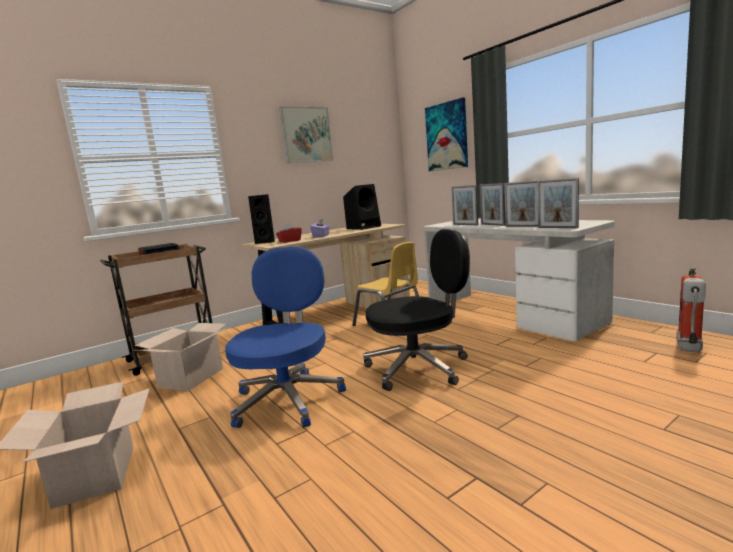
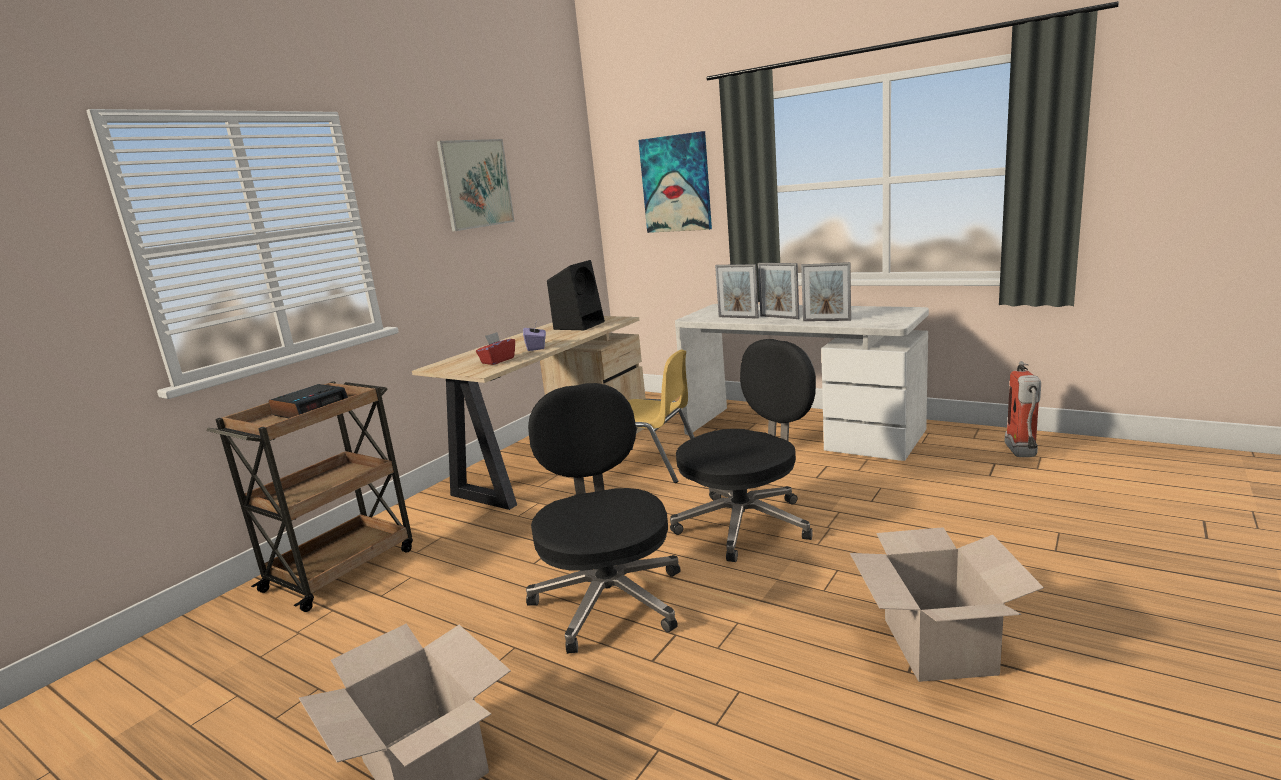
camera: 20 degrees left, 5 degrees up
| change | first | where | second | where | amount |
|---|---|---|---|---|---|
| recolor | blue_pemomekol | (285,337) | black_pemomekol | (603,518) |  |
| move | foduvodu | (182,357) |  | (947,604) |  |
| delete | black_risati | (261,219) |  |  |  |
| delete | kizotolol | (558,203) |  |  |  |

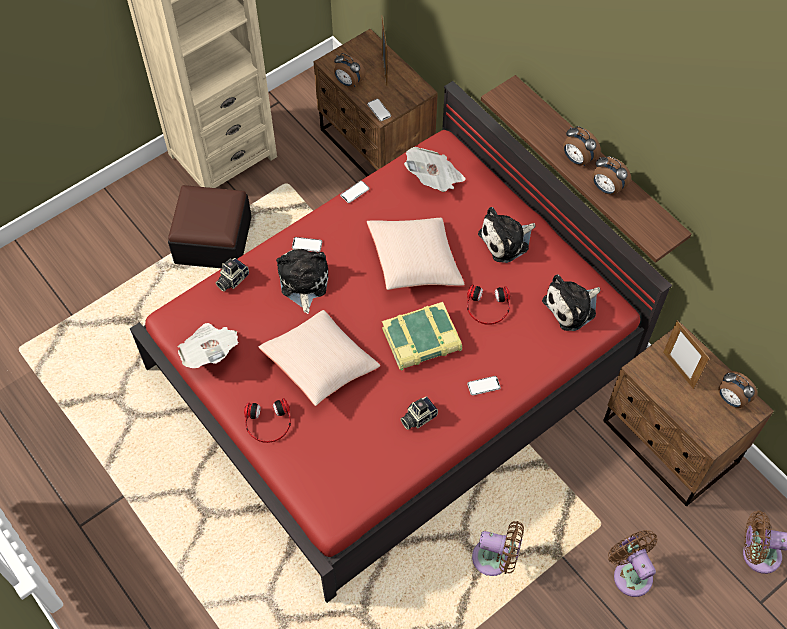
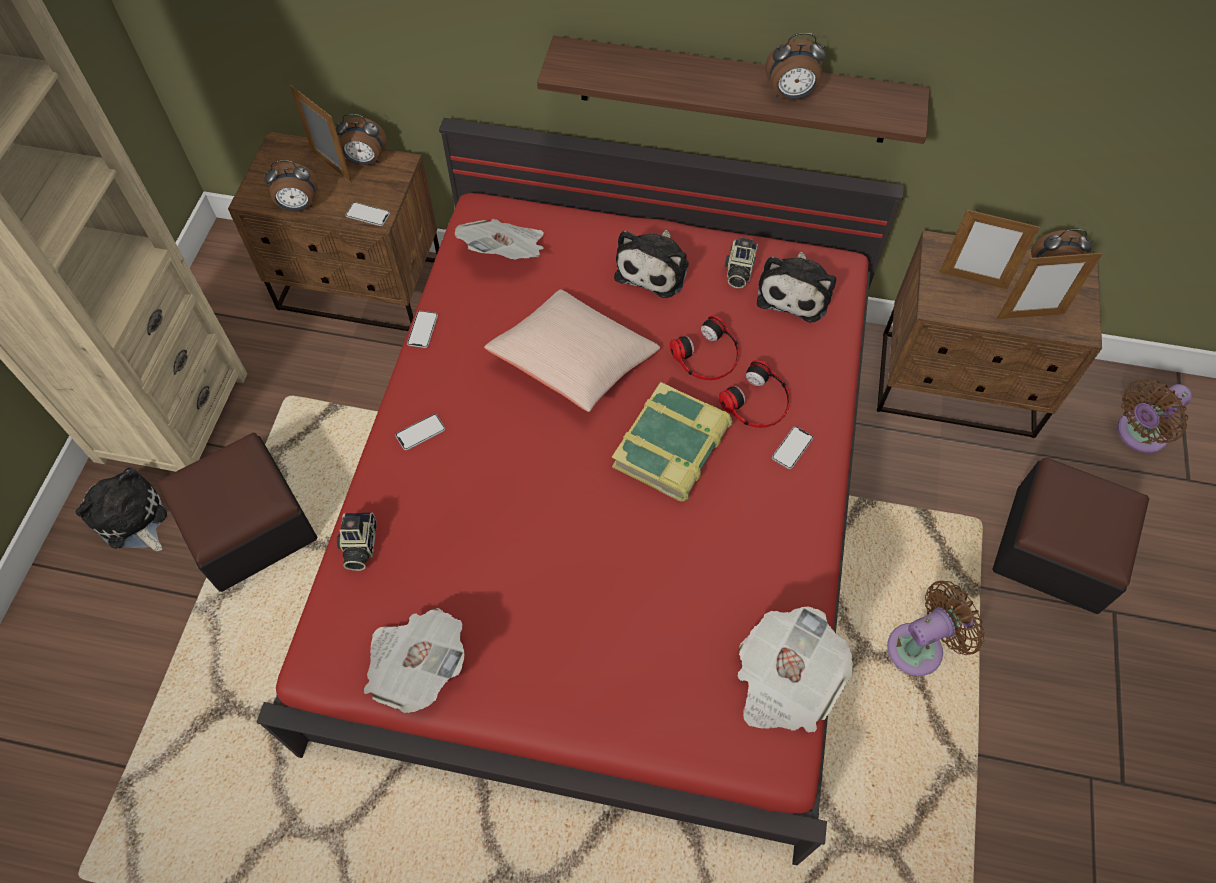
camera: 40 degrees left, 0 degrees up
| change | first | where | second | where | amount |
|---|---|---|---|---|---|
| move | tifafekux | (302,281) |  | (121,509) |  |
| move | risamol | (582,146) |  | (361,139) |  |
| move | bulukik | (267,420) |  | (754,394) |  |
| move | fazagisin | (419,413) |  | (741,262) |  |
| insert |  |  | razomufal | (795,669) |  |
| replace | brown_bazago | (632,563) | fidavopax | (1070,535) |  |
| insert |  |  | kizotolol | (1050,285) |  |
| delete | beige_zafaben | (319,358) |  |  |  |

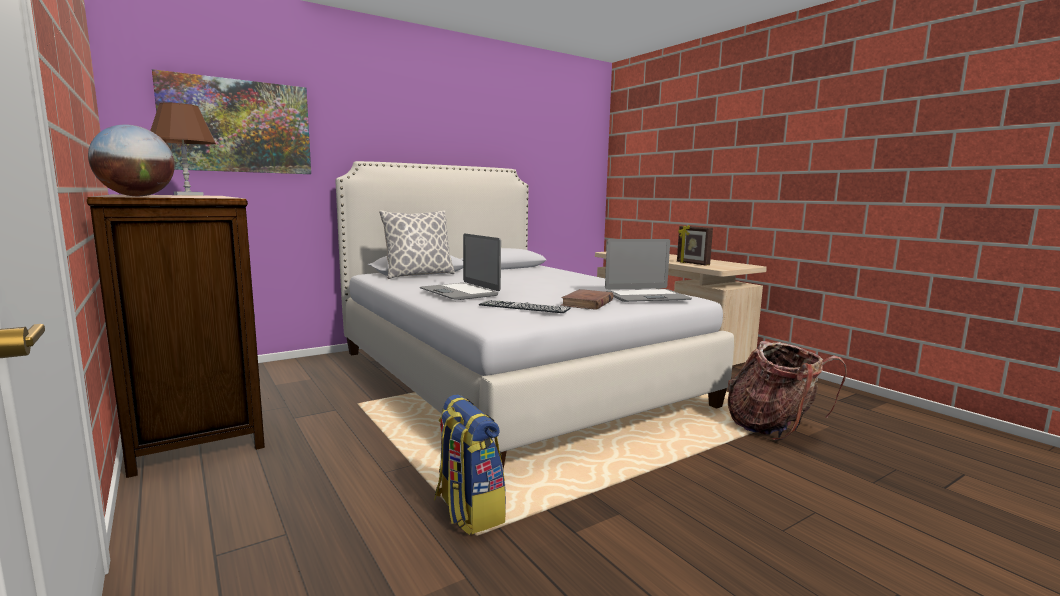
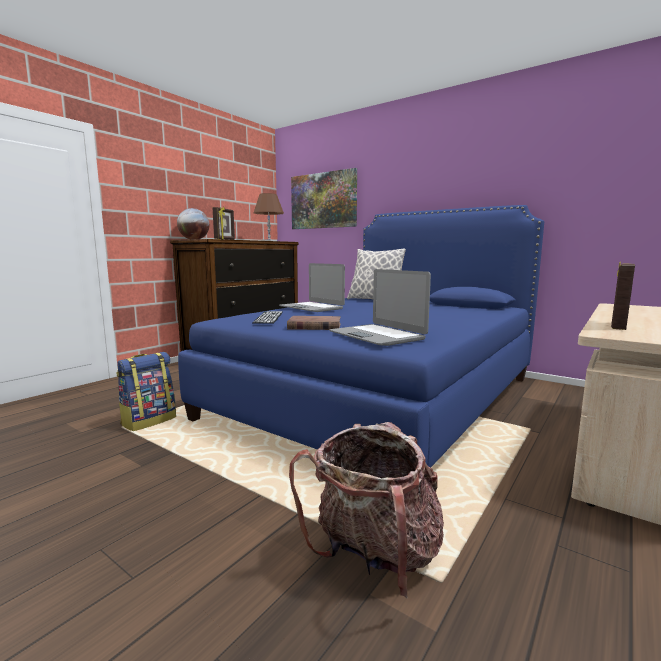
camera: 70 degrees right, 0 degrees up
| change | first | where | second | where | amount |
|---|---|---|---|---|---|
| recolor | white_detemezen | (534,315) | blue_detemezen | (361,336) |  |
| insert |  |  | kizotolol | (224,223) |  |
| rotate | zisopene | (460,266) |  | (312,287) | 75 degrees counterclockwise |

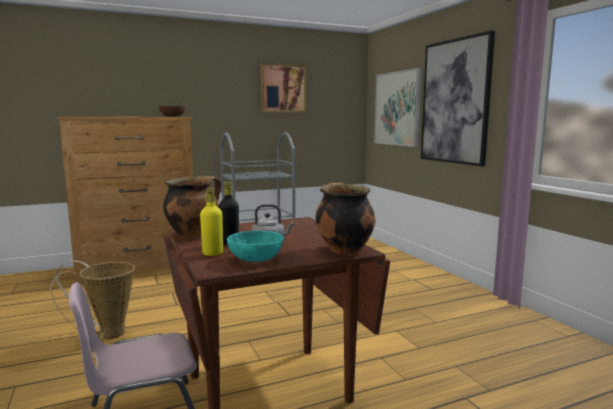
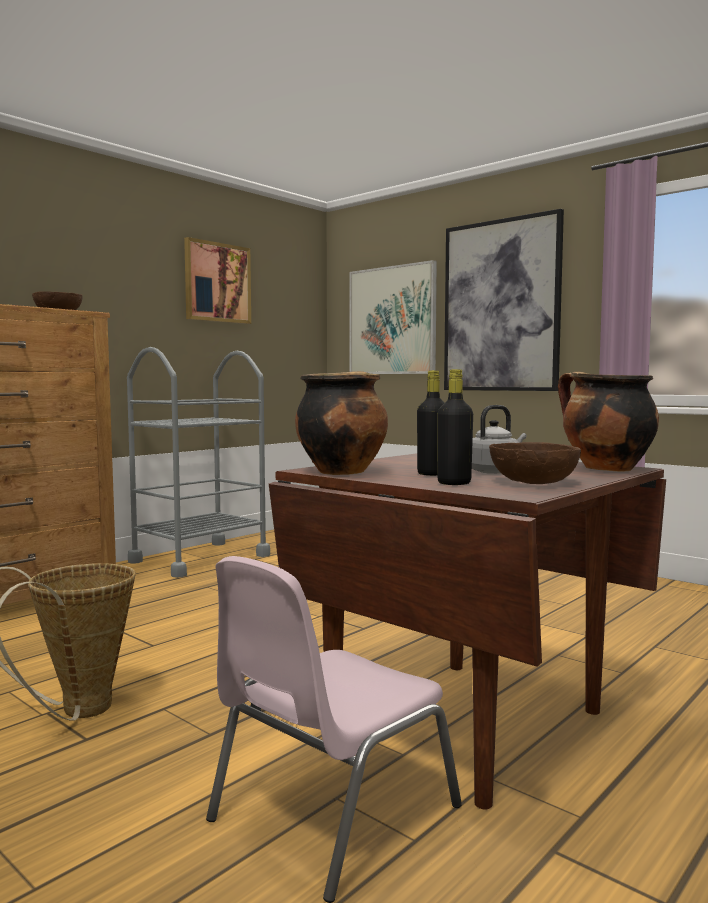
camera: 25 degrees left, 5 degrees down
| change | first | where | second | where | amount |
|---|---|---|---|---|---|
| recolor | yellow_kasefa | (211,222) | black_kasefa | (455,427) |  |
| recolor | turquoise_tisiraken | (255,246) | brown_tisiraken | (535,463) |  |

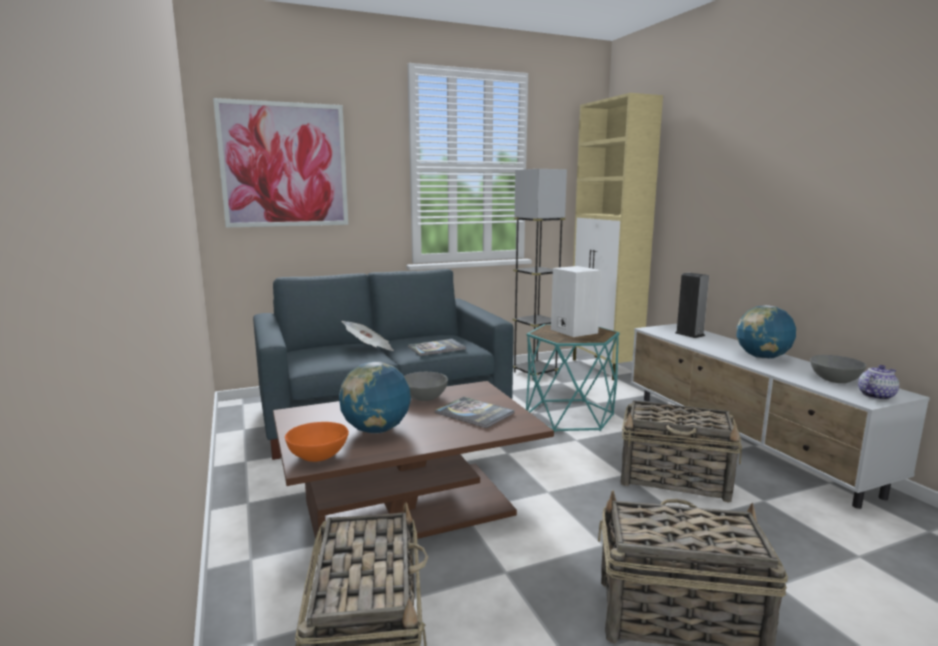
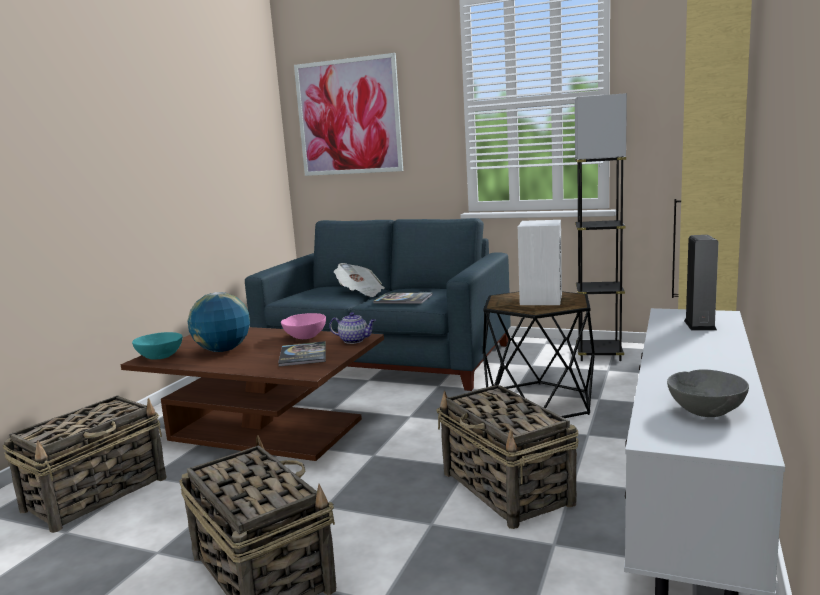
camera: 45 degrees right, 0 degrees up
| change | first | where | second | where | amount |
|---|---|---|---|---|---|
| recolor | orange_tisiraken | (317,442) | turquoise_tisiraken | (157,346) |  |
| recolor | grey_tisiraken | (426,386) | pink_tisiraken | (303,326) |  |
| move | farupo | (878,382) |  | (352,328) |  |
| recolor | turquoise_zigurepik | (573,378) | black_zigurepik | (539,354) |  |
| delete | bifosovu | (766,332) |  |  |  |

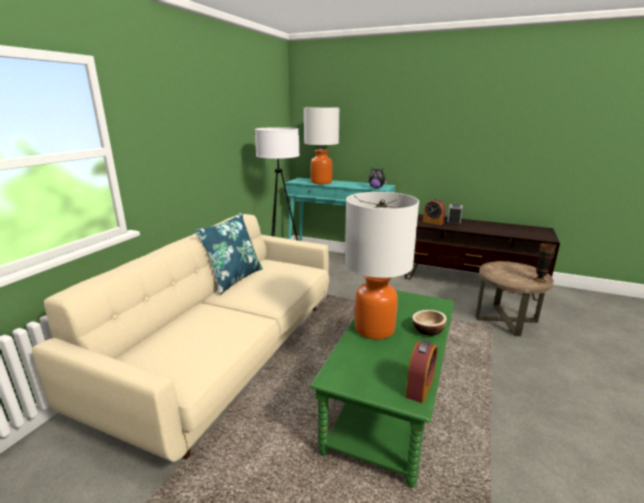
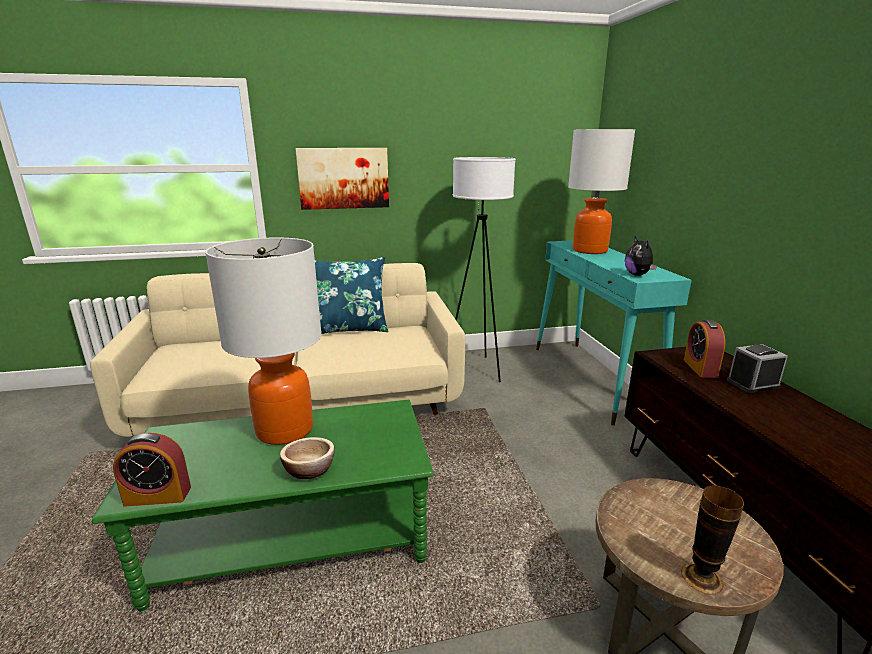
camera: 55 degrees right, 0 degrees up
| change | first | where | second | where | amount |
|---|---|---|---|---|---|
| insert |  |  | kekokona | (342,179) |  |

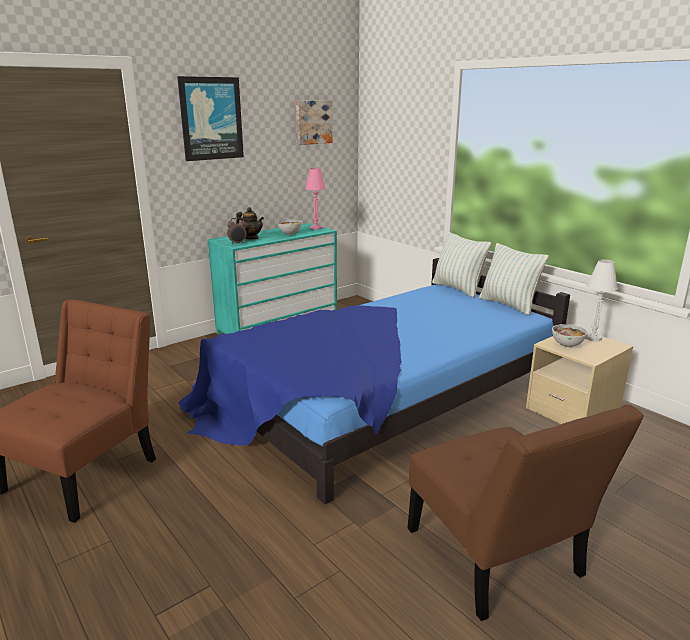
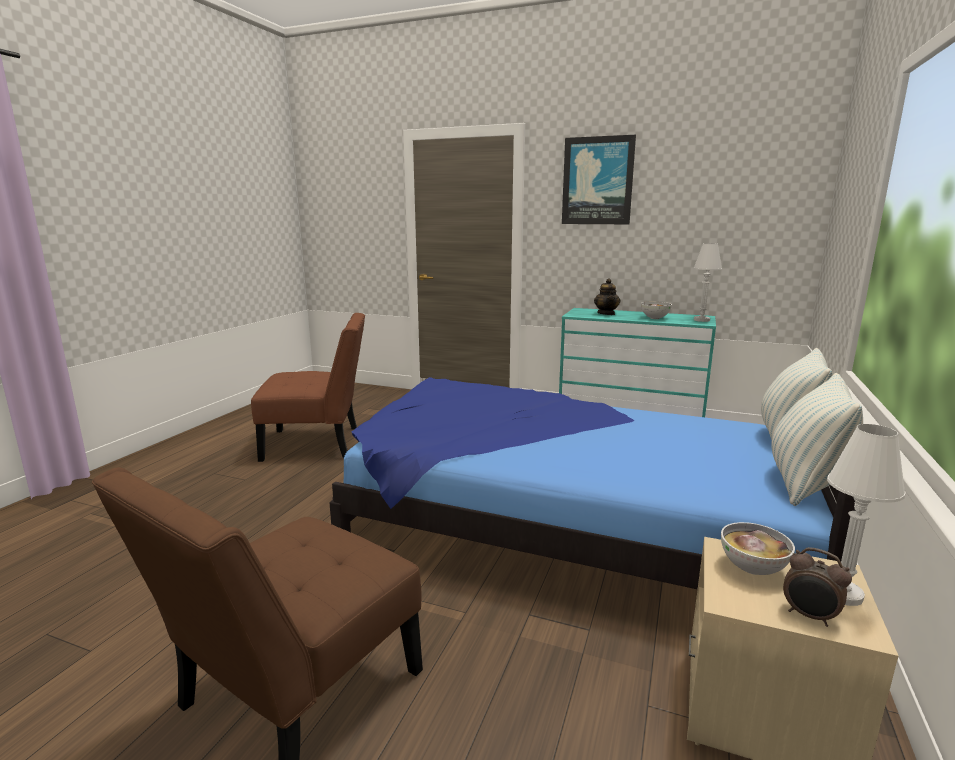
camera: 60 degrees right, 5 degrees down
| change | first | where | second | where | amount |
|---|---|---|---|---|---|
| recolor | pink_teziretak | (315,199) | white_teziretak | (707,282) |  |
| move | risamol | (237,231) |  | (817,587) |  |
| delete | kekokona | (314,122) |  |  |  |

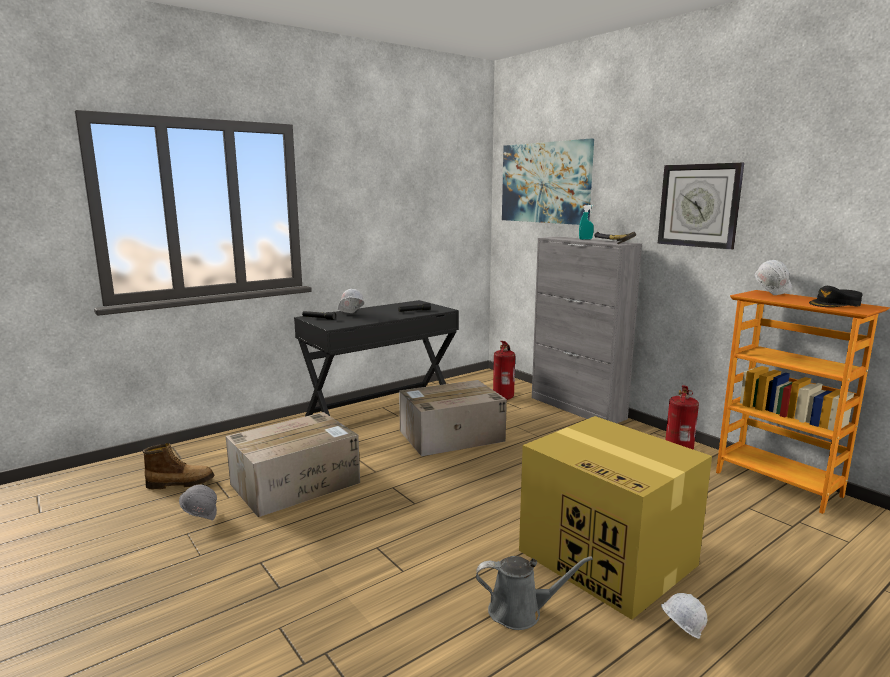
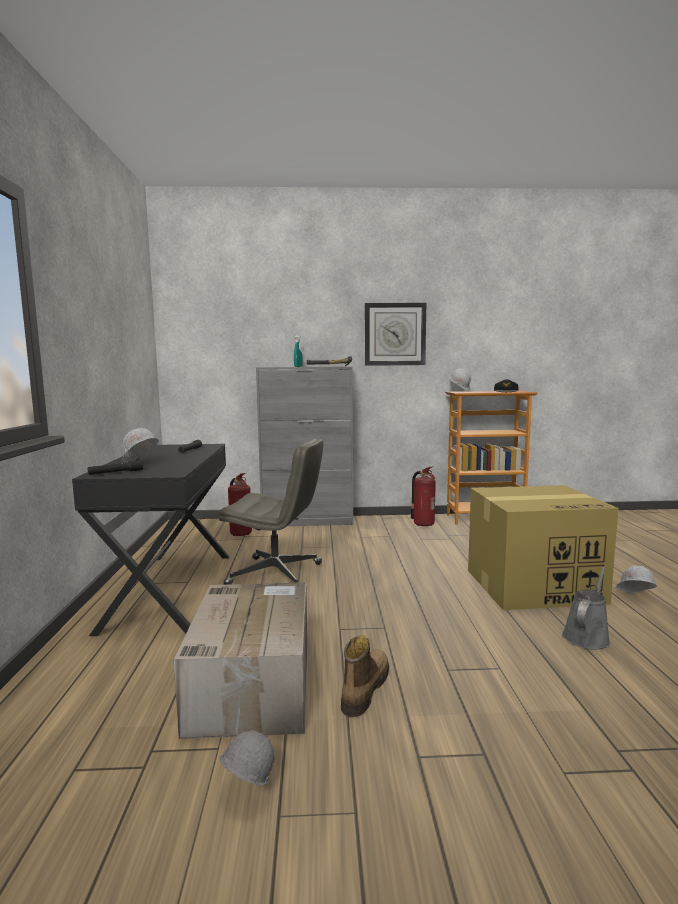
camera: 55 degrees left, 5 degrees down
| change | first | where | second | where | amount |
|---|---|---|---|---|---|
| replace | foduvodu | (453,418) | grey_pemomekol | (271,512) |  |
| move | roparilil | (179,466) |  | (365,676) |  |
| delete | kekokona | (548,182) |  |  |  |

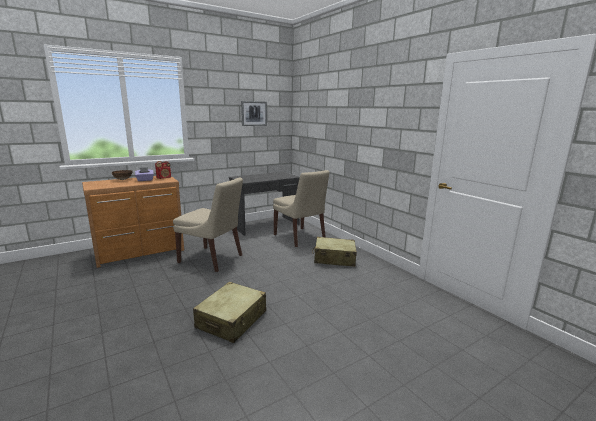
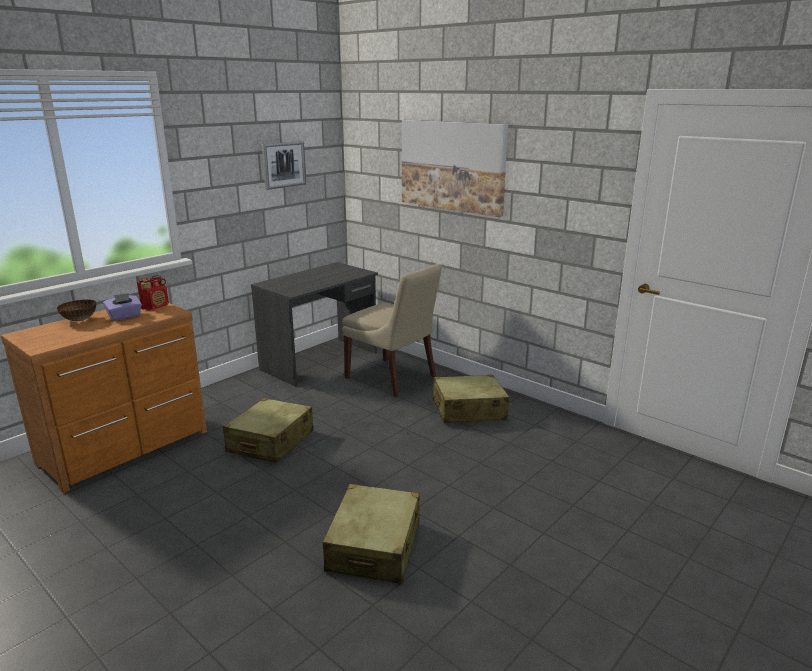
camera: 15 degrees left, 5 degrees up
| change | first | where | second | where | amount |
|---|---|---|---|---|---|
| replace | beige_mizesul | (208,224) | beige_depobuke | (268,430) |  |
| insert |  |  | kekokona | (455,168) |  |

